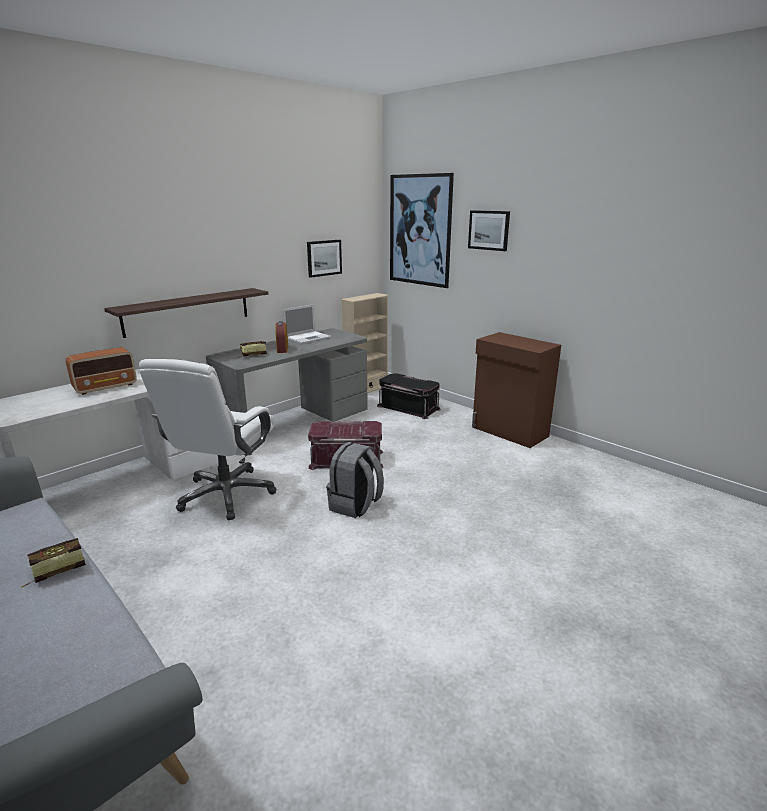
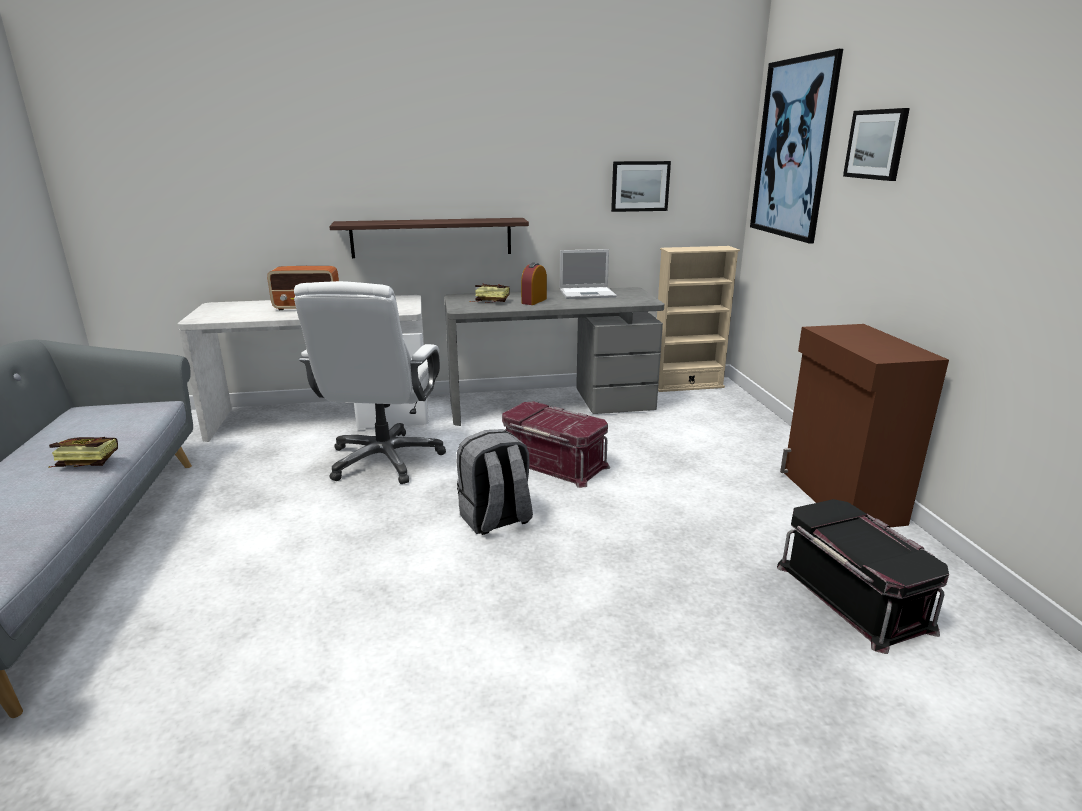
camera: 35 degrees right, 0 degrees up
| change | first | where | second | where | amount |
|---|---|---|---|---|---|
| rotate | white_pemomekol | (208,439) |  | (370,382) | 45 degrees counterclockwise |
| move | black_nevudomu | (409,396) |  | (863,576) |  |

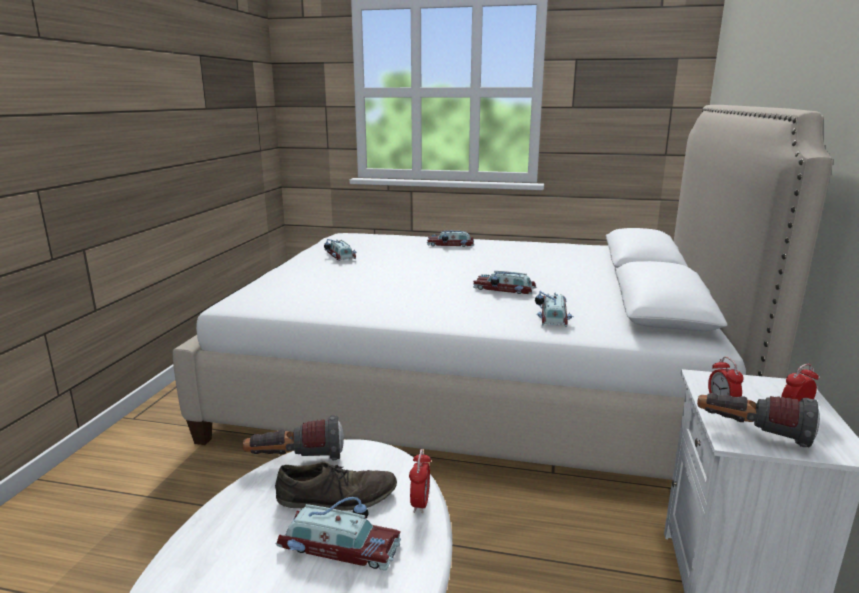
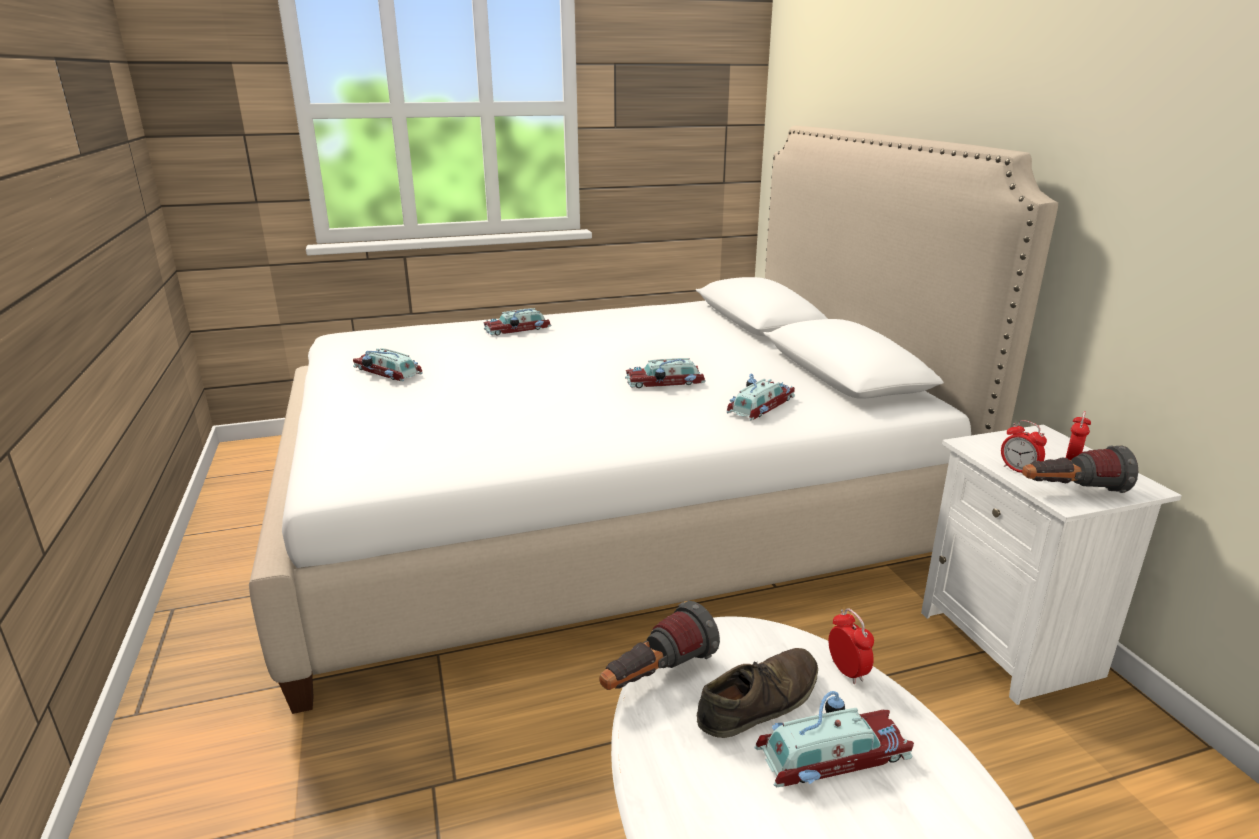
camera: 30 degrees left, 5 degrees up
| change | first | where | second | where | amount |
|---|---|---|---|---|---|
| rotate | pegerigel | (554,309) |  | (761,397) | 60 degrees clockwise |

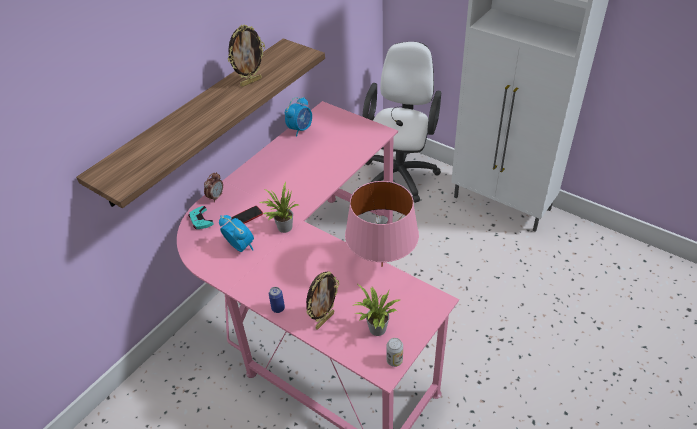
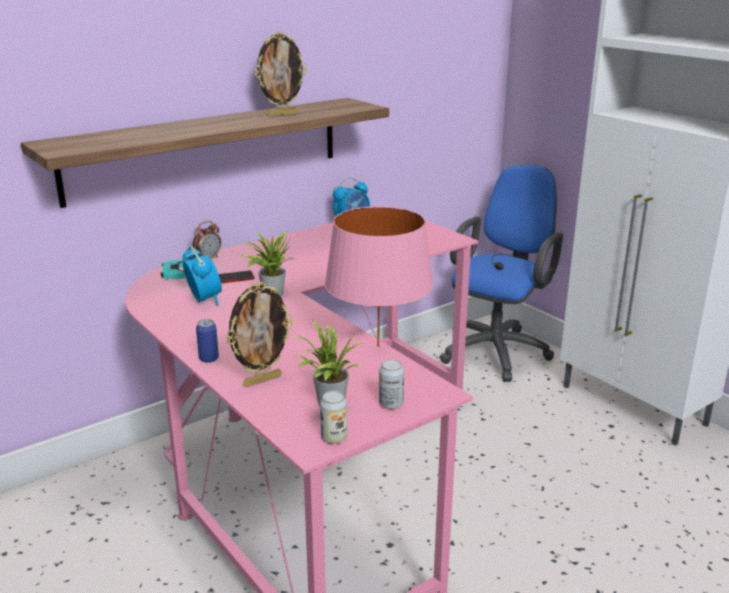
camera: 15 degrees right, 20 degrees down
| change | first | where | second | where | amount |
|---|---|---|---|---|---|
| insert |  |  | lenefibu | (391,384) |  |
| recolor | white_pemomekol | (401,122) | blue_pemomekol | (501,273) |  |

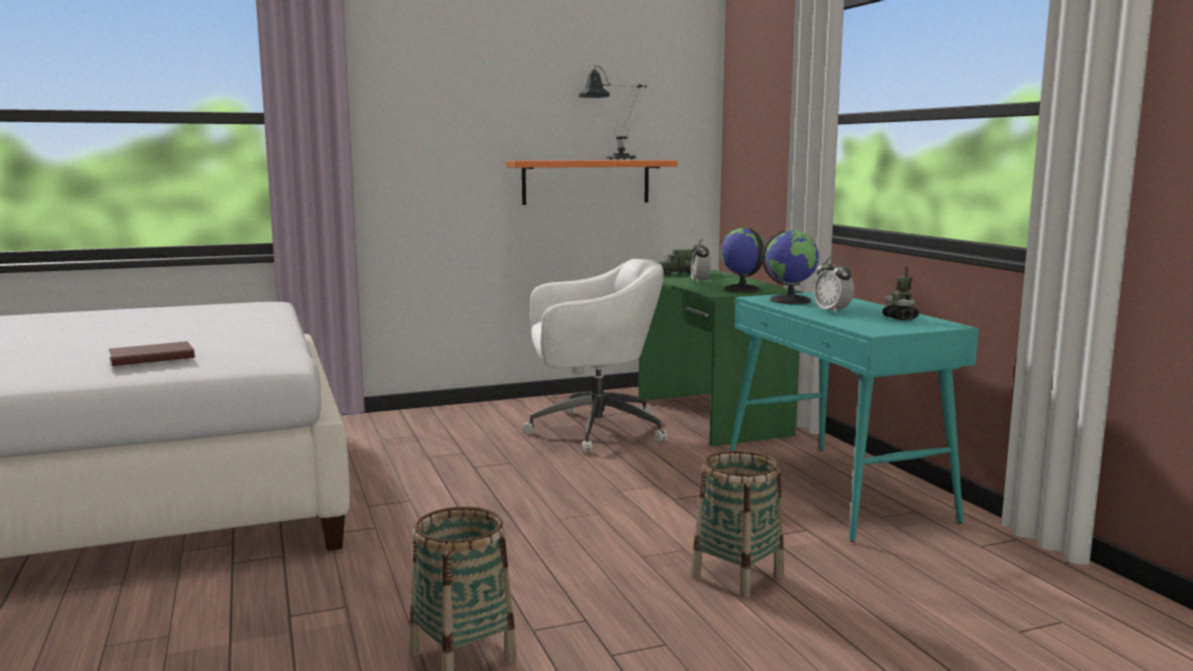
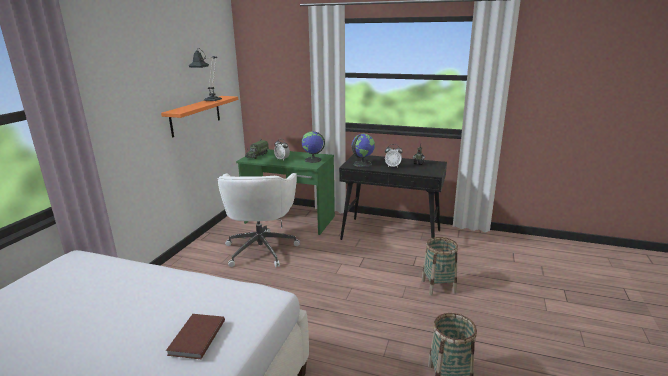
camera: 50 degrees left, 10 degrees up
| change | first | where | second | where | amount |
|---|---|---|---|---|---|
| rotate | white_pemomekol | (594,356) |  | (258,220) | 150 degrees clockwise |
| recolor | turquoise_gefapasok | (854,417) | black_gefapasok | (393,197) |  |

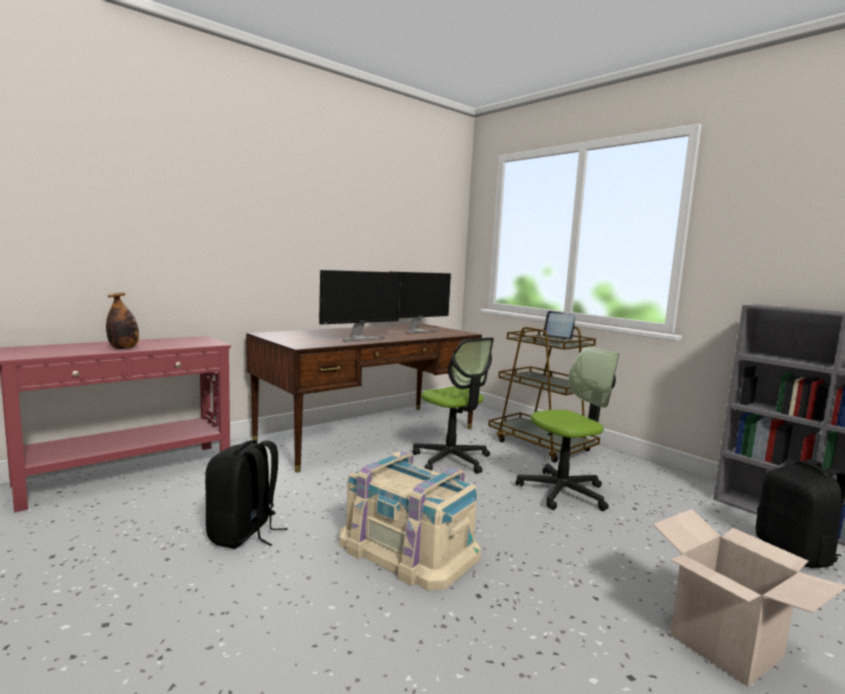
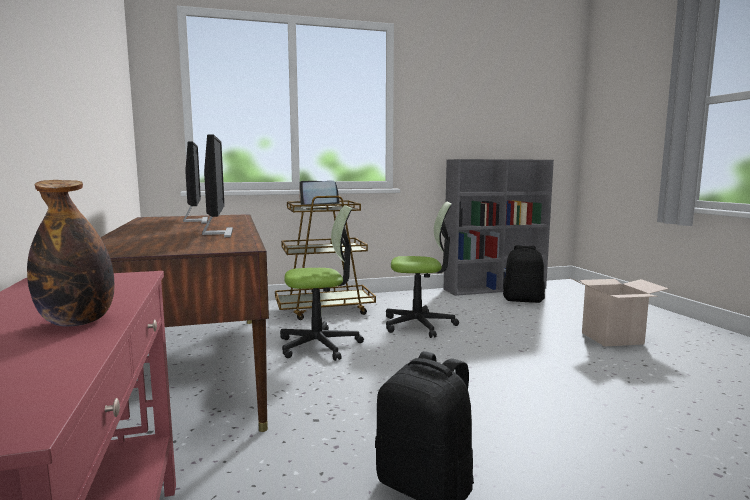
camera: 65 degrees left, 0 degrees up
| change | first | where | second | where | amount |
|---|---|---|---|---|---|
| rotate | pemomekol | (567,428) |  | (422,269) | 90 degrees clockwise |
| delete | beige_nevudomu | (410,520) |  |  |  |

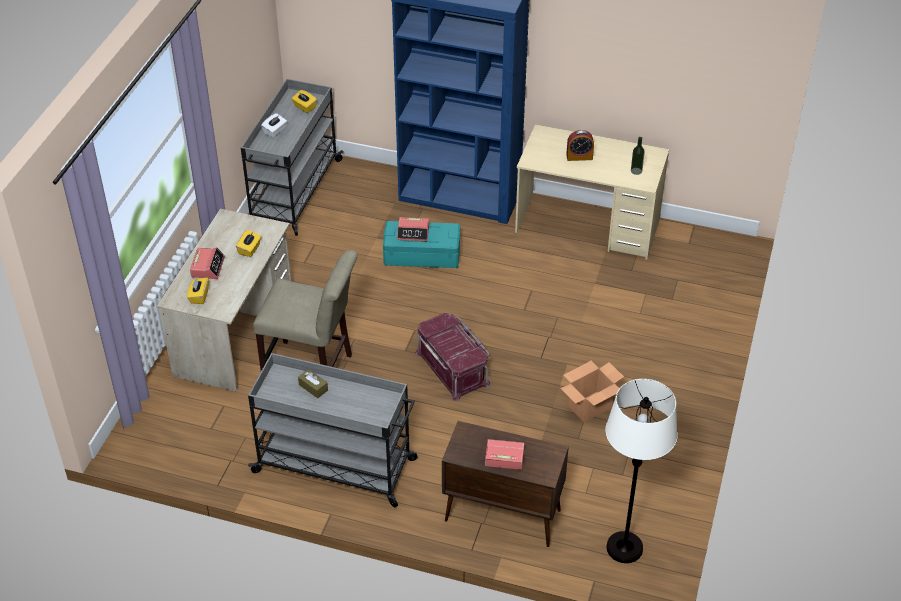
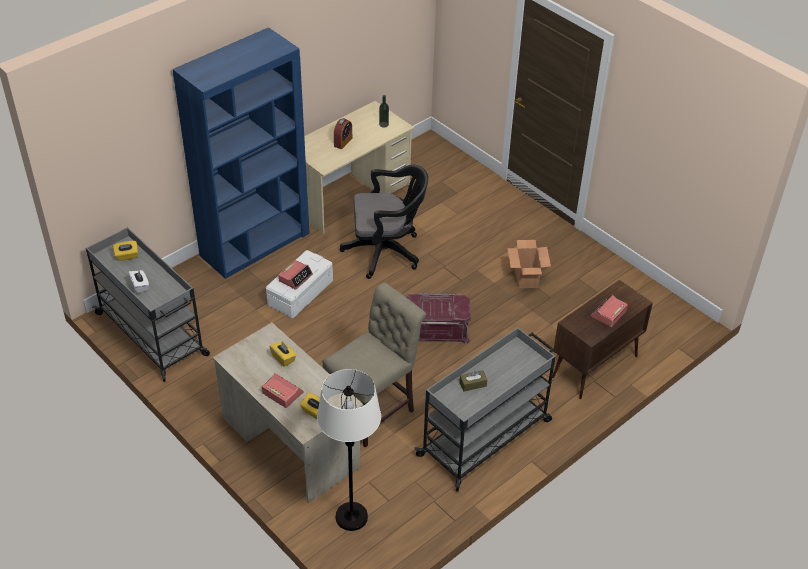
camera: 60 degrees left, 0 degrees up
| change | first | where | second | where | amount |
|---|---|---|---|---|---|
| recolor | turquoise_nevudomu | (421,244) | white_nevudomu | (299,284) |  |
| move | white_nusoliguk | (642,471) |  | (349,450) |  |
| insert |  |  | black_pemomekol | (384,222) |  |

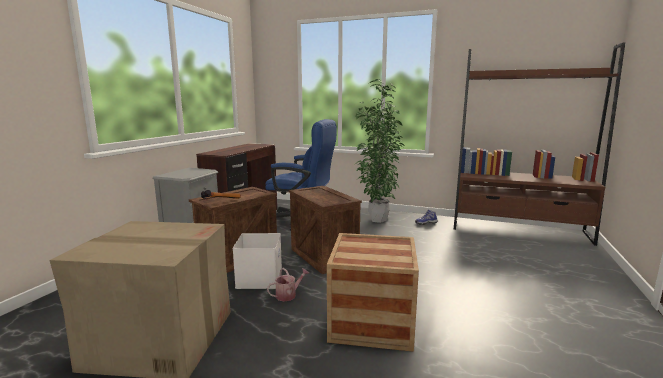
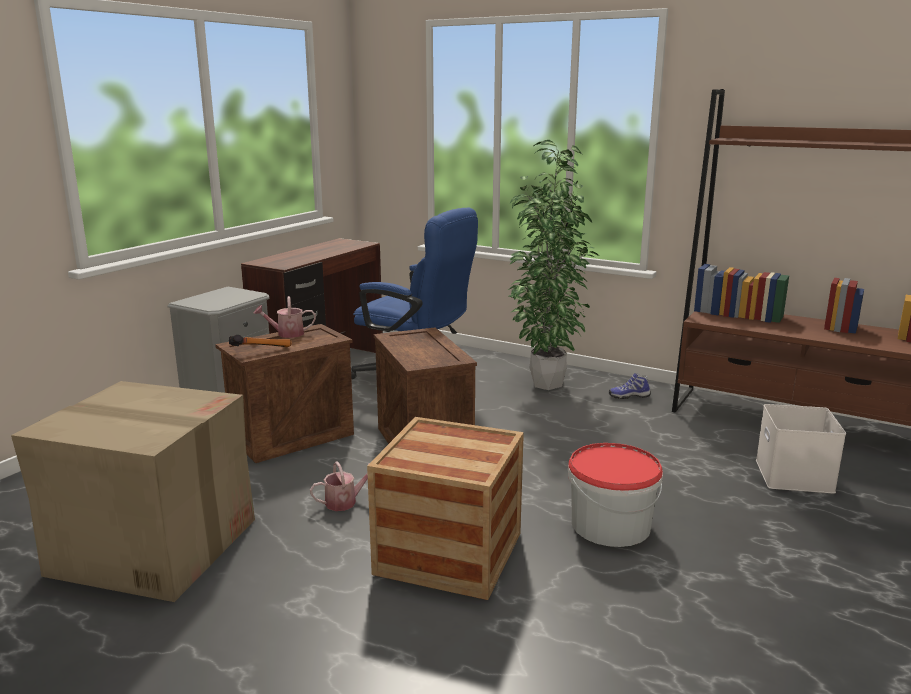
camera: 10 degrees right, 5 degrees up
| change | first | where | second | where | amount |
|---|---|---|---|---|---|
| insert |  |  | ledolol | (284,317) |  |
| insert |  |  | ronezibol | (615,495) |  |
| move | white_nevudomu | (257,261) |  | (801,449) |  |

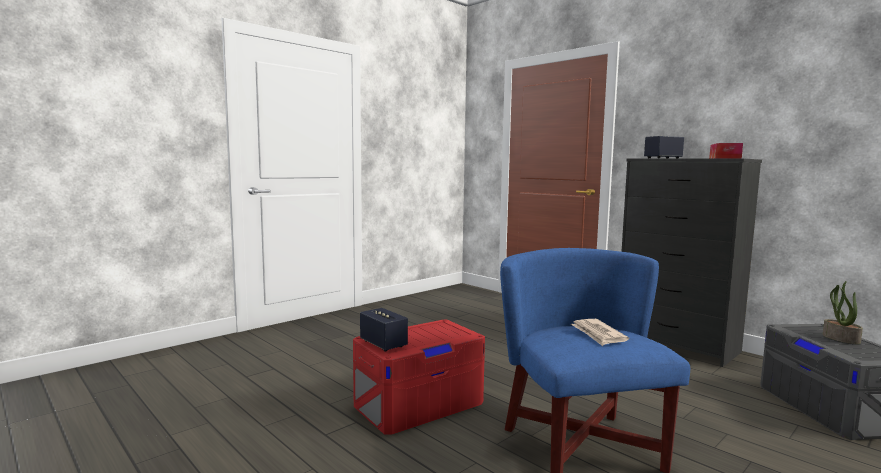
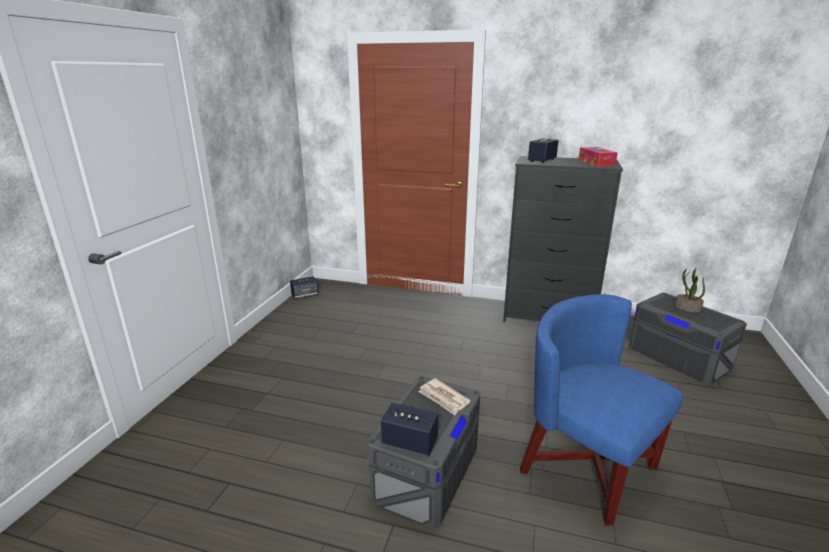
camera: 30 degrees left, 15 degrees up
| change | first | where | second | where | amount |
|---|---|---|---|---|---|
| insert |  |  | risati | (304,287) |  |
| recolor | red_nevudomu | (419,377) | grey_nevudomu | (424,452) |  |
| move | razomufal | (600,332) |  | (444,396) |  |

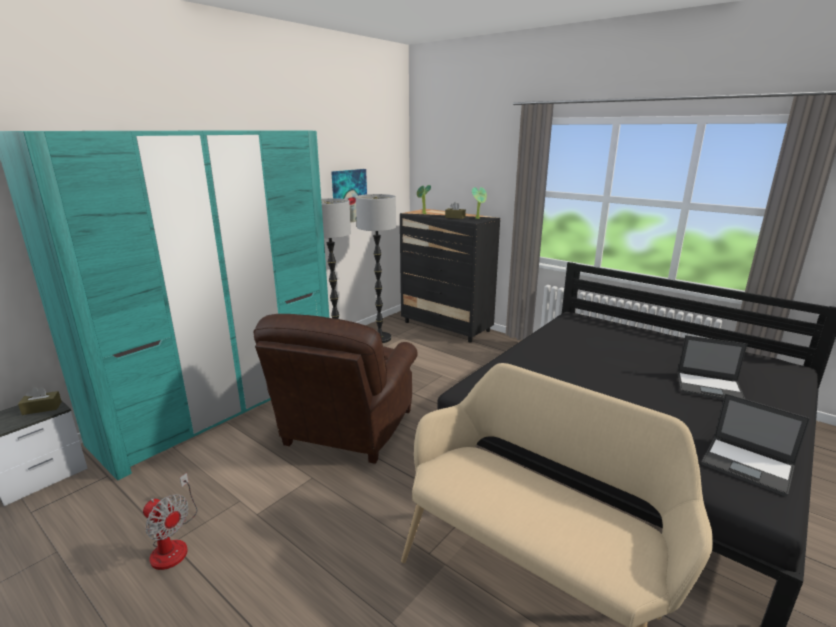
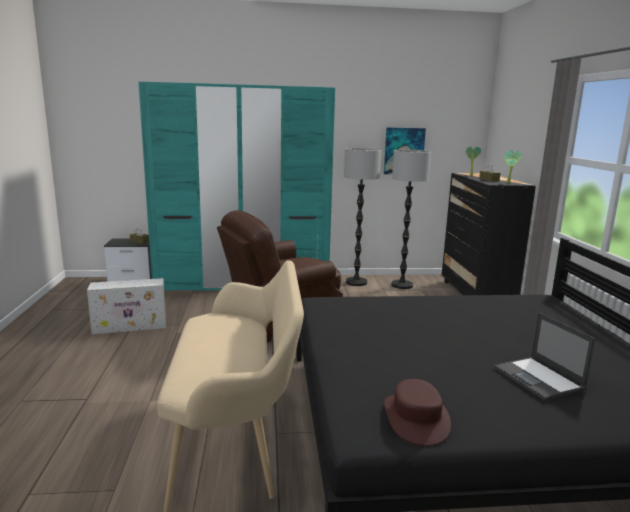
camera: 45 degrees right, 5 degrees down
| change | first | where | second | where | amount |
|---|---|---|---|---|---|
| replace | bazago | (170,521) | white_nevudomu | (126,306) |  |
| replace | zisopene | (756,445) | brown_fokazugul | (418,412) |  |

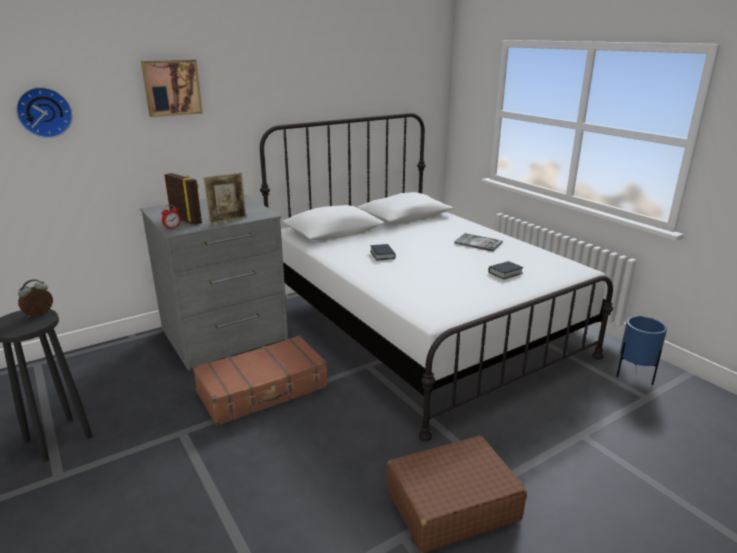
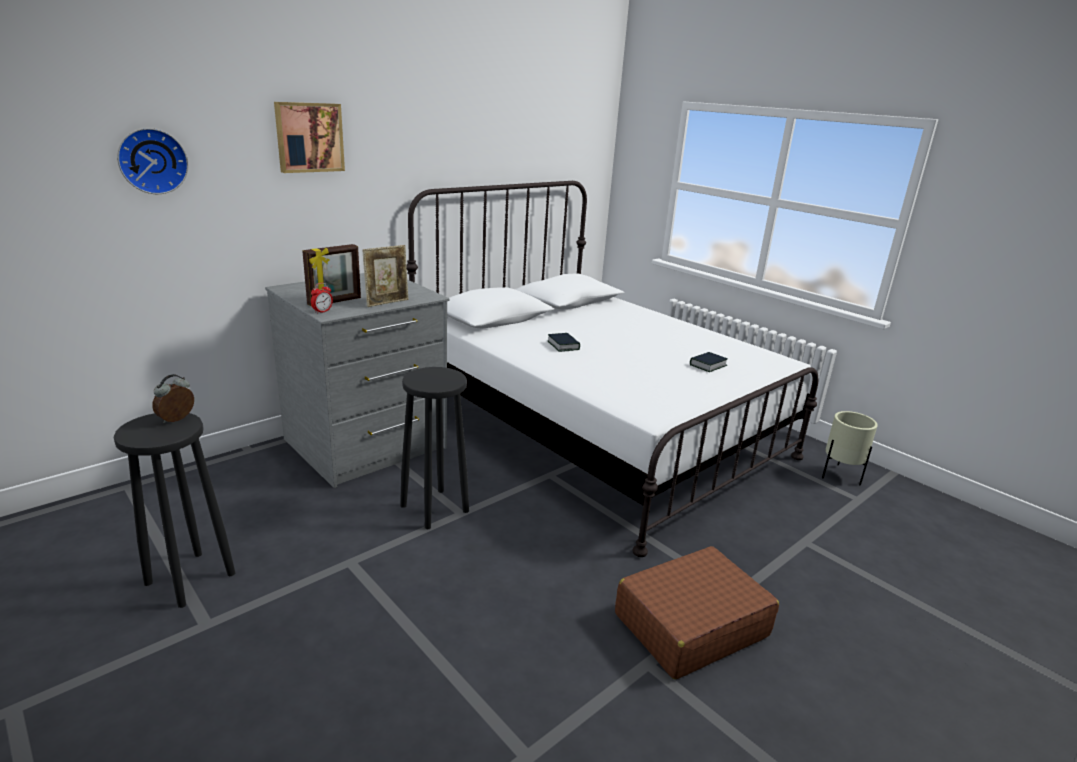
camera: 10 degrees left, 0 degrees up
| change | first | where | second | where | amount |
|---|---|---|---|---|---|
| rotate | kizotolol | (183,199) |  | (331,275) | 105 degrees clockwise |
| replace | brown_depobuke | (260,380) | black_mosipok | (434,448) |  |
| recolor | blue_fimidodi | (641,350) | beige_fimidodi | (850,448) |  |
| delete | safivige | (478,242) |  |  |  |

